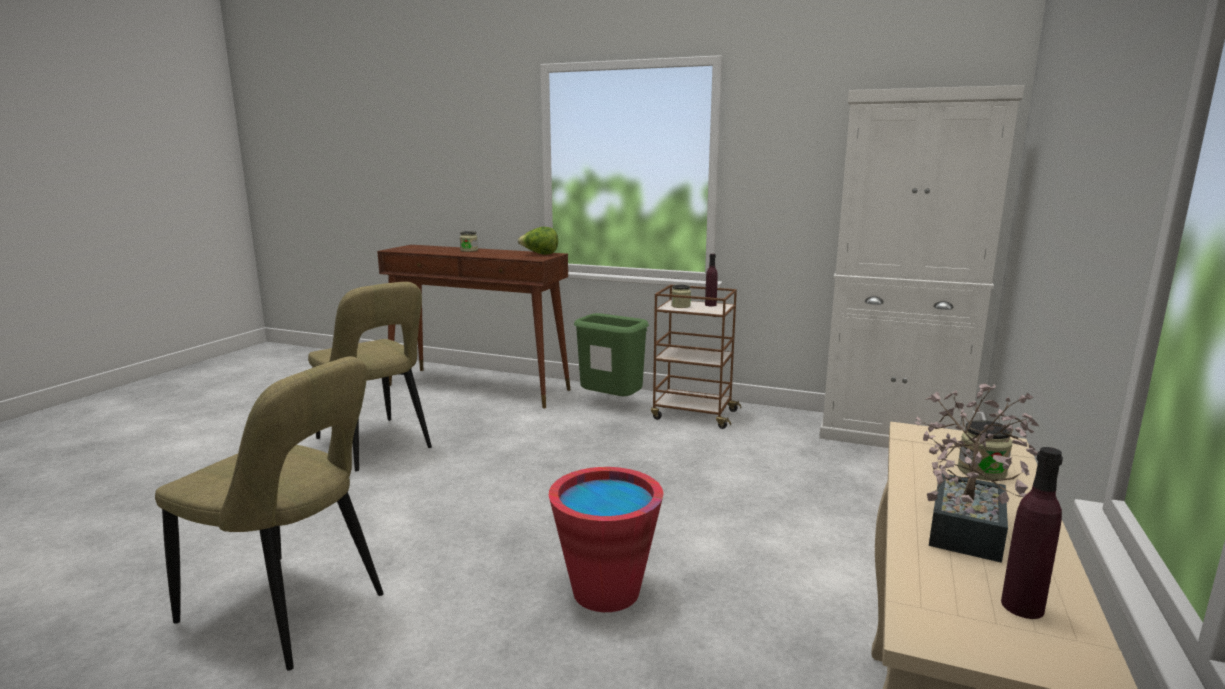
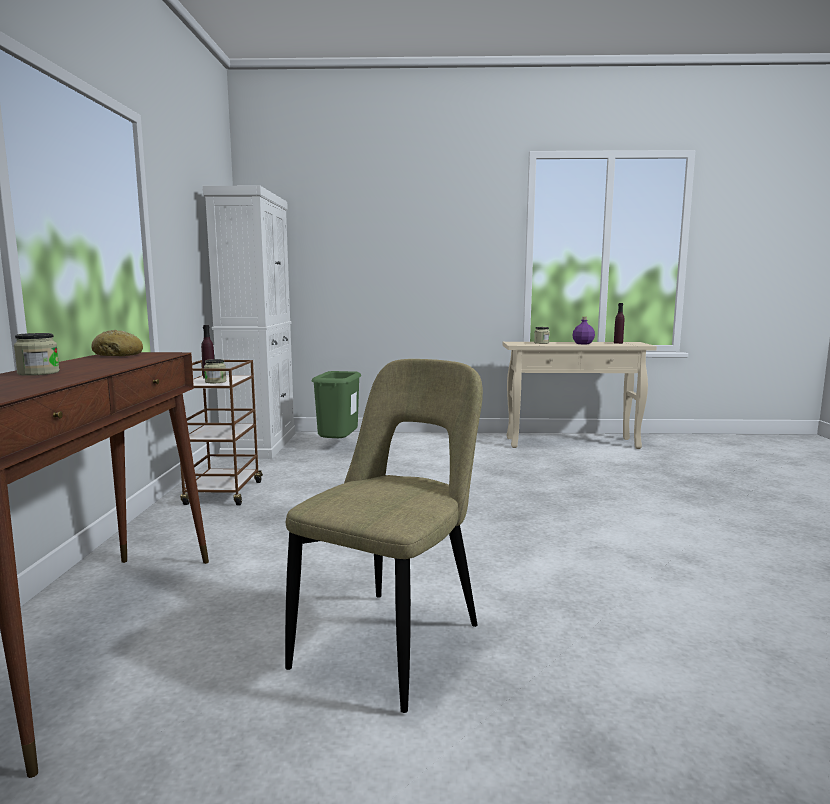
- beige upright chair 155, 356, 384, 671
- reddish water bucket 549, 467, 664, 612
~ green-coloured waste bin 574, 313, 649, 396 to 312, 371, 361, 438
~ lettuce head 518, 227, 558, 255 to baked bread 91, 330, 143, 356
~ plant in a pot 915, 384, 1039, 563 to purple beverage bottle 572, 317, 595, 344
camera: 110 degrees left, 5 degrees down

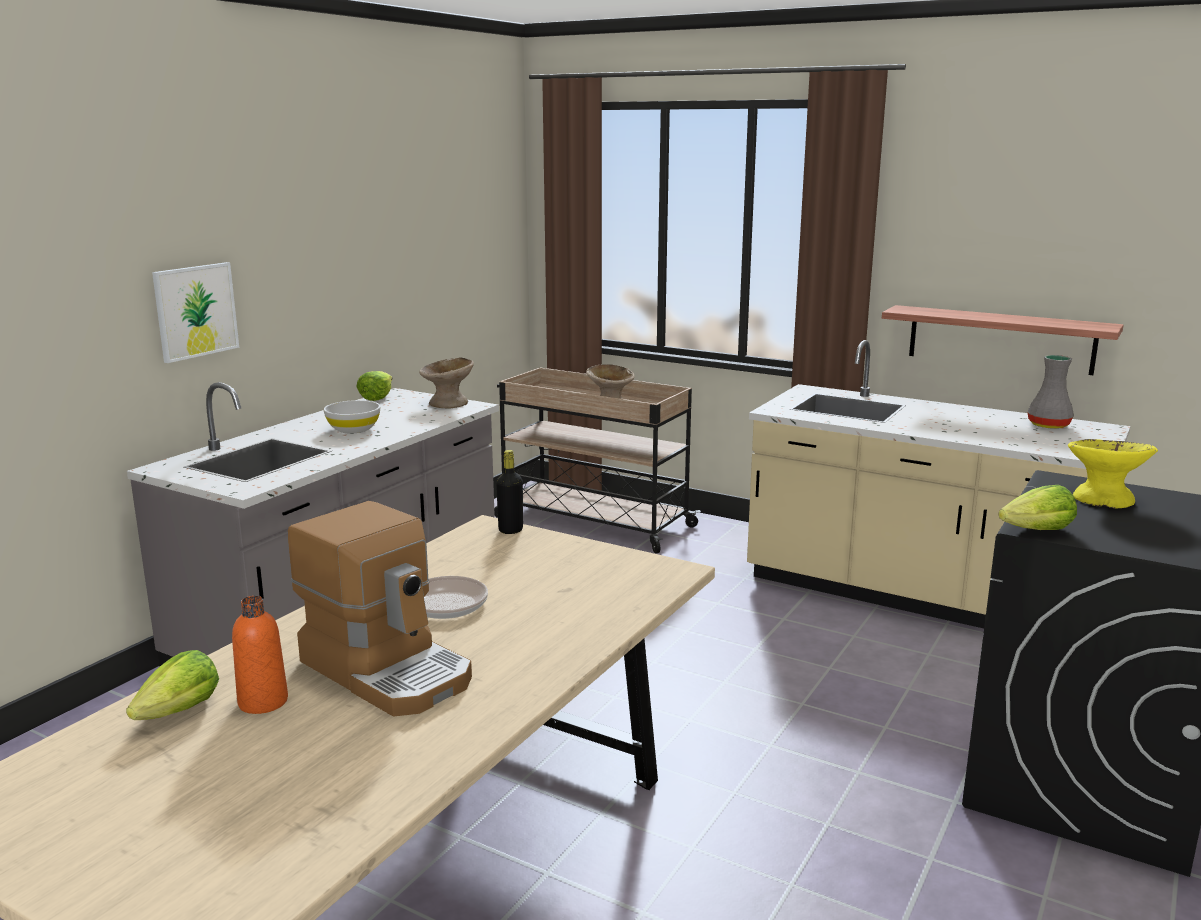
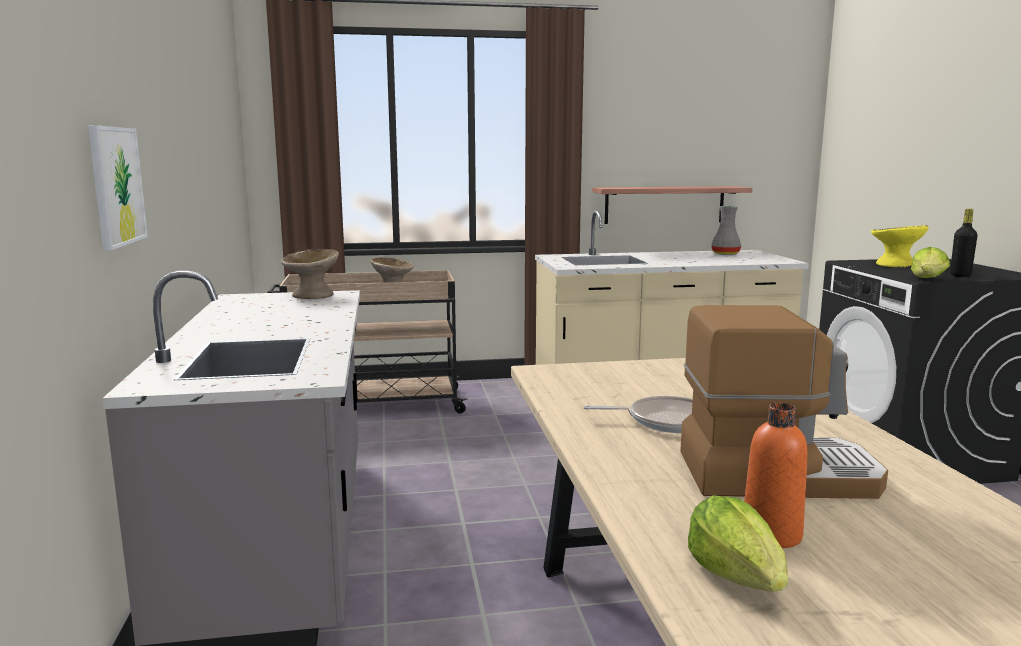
- white deep dish 324, 400, 380, 434
- lettuce head 356, 371, 393, 401
~ black-coloured beverage bottle 496, 450, 523, 534 to 950, 209, 978, 277
camera: 40 degrees left, 5 degrees down

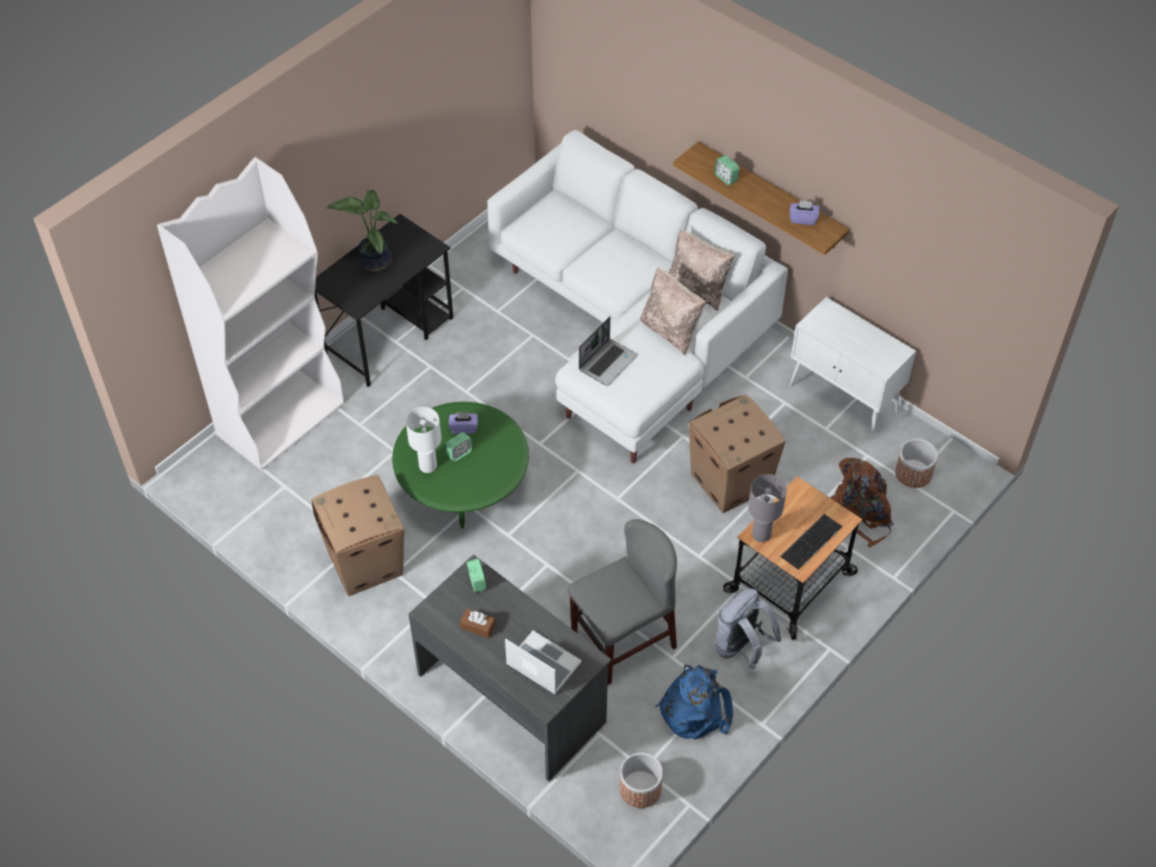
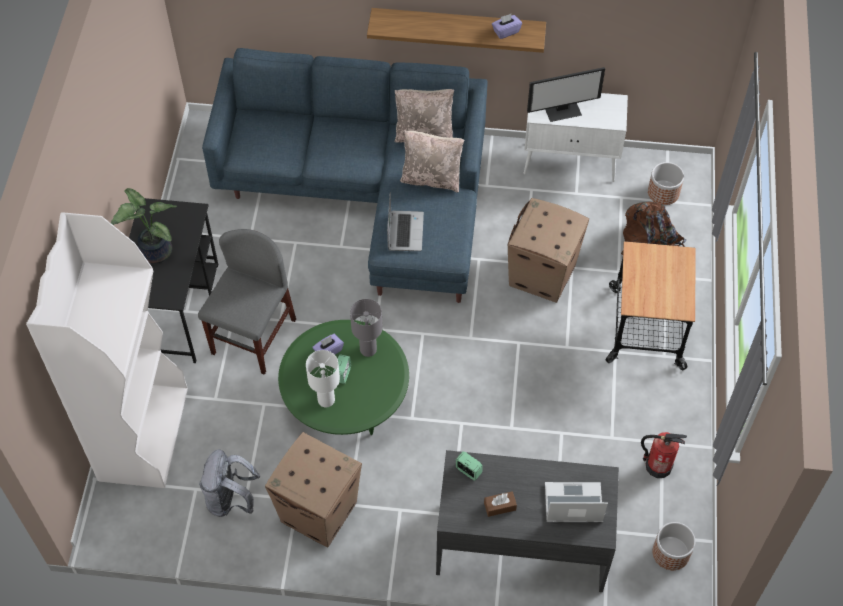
- alarm clock 714, 155, 739, 185
- keyboard 781, 514, 842, 570
+ computer screen 527, 67, 605, 122
~ gray upright chair 567, 519, 677, 685 to 198, 229, 296, 375
~ gray rucksack 715, 589, 781, 669 to 199, 449, 260, 517
~ gray table lamp 748, 474, 787, 542 to 350, 299, 383, 357
~ bluish rucksack 655, 665, 733, 739 to fire extinguisher 641, 432, 687, 478
~ white settee 487, 130, 788, 463 to bluish settee 202, 48, 488, 303
camera: 35 degrees left, 5 degrees up

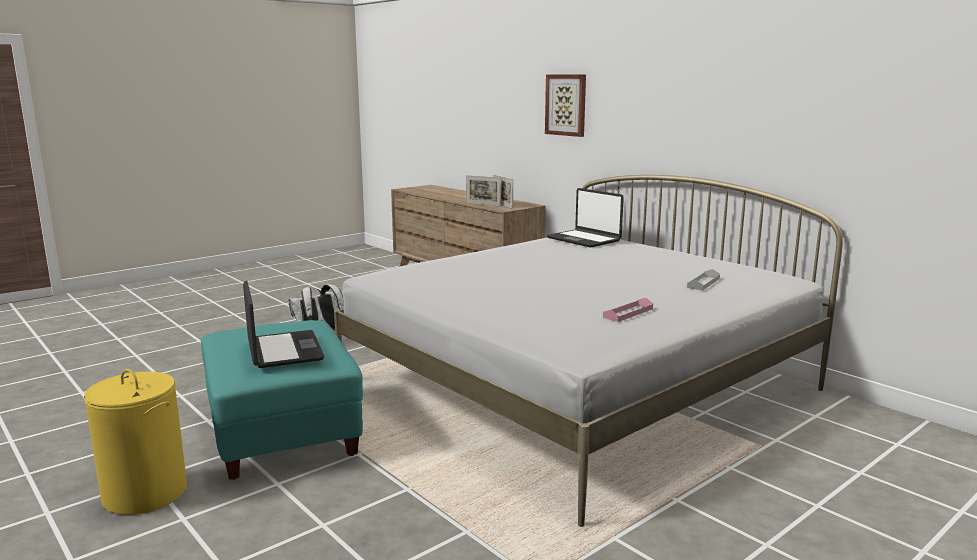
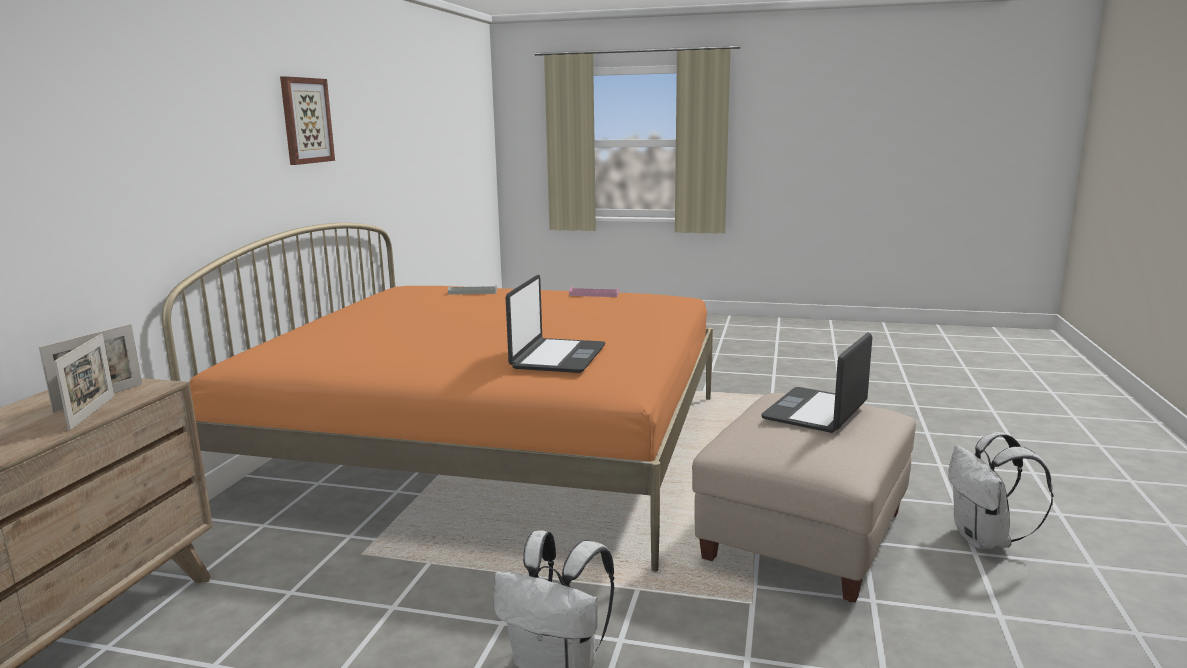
~ wall art 545, 75, 586, 137 to 280, 76, 335, 165
~ laptop 547, 188, 624, 248 to 506, 275, 605, 373
~ yellow-coloured laundry basket 84, 369, 187, 515 to white rucksack 948, 432, 1053, 549
~ turquoise ottoman 201, 320, 363, 480 to beige ottoman 692, 393, 916, 603
~ white sleeping bed 334, 175, 843, 527 to orangey sleeping bed 162, 223, 713, 572
camera: 125 degrees left, 0 degrees up

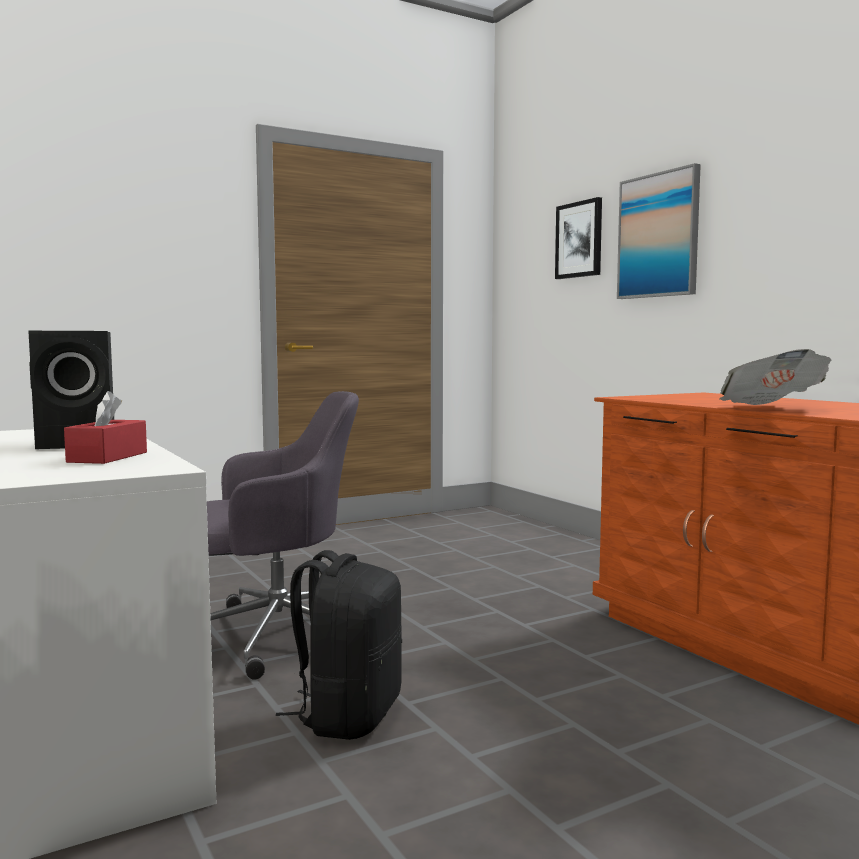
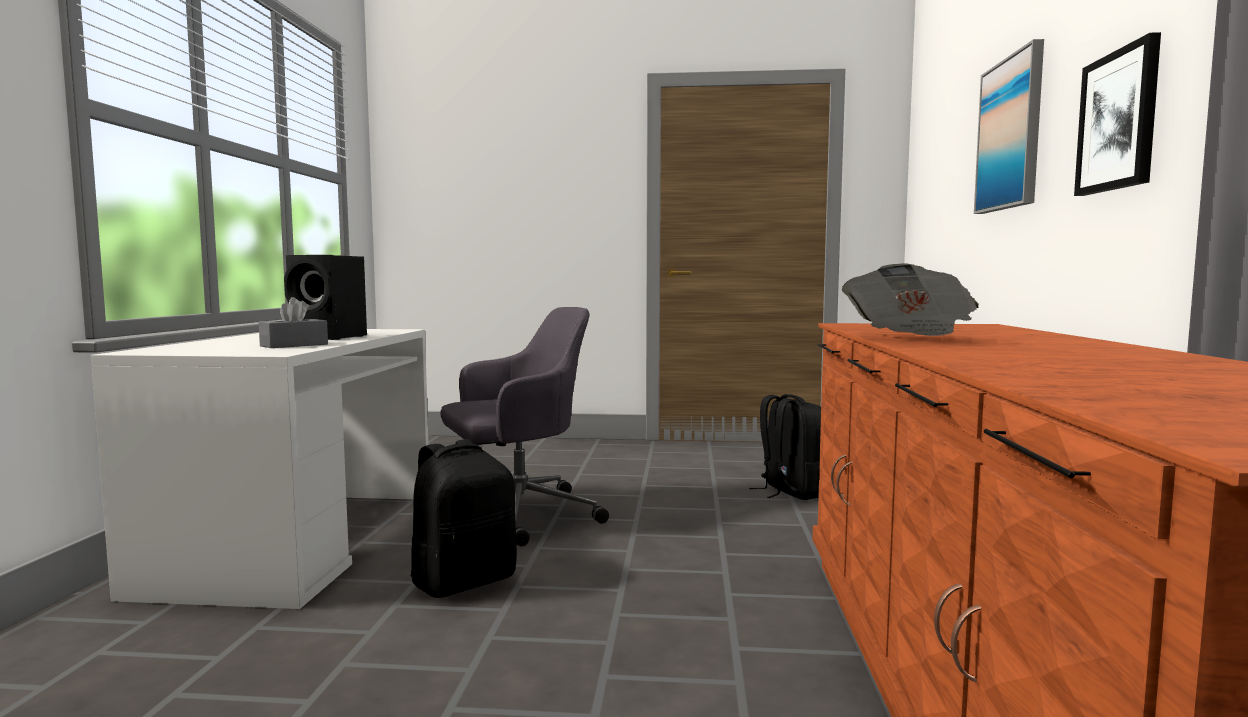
+ black-coloured rucksack 749, 394, 821, 500
~ wall art 555, 197, 602, 279 to 1074, 32, 1161, 196
~ reddish tissue holder 64, 391, 147, 464 to gray tissue holder 259, 297, 328, 348
~ gray desk chair 207, 391, 359, 680 = 440, 307, 609, 546 45 degrees counterclockwise
camera: 35 degrees right, 0 degrees up

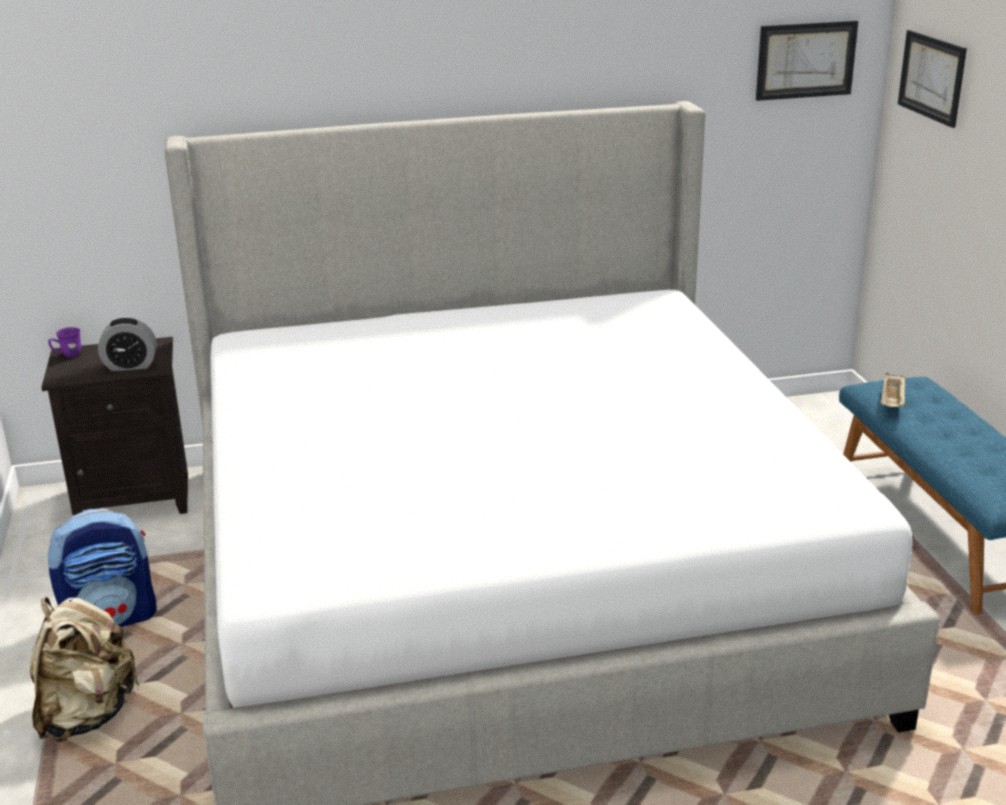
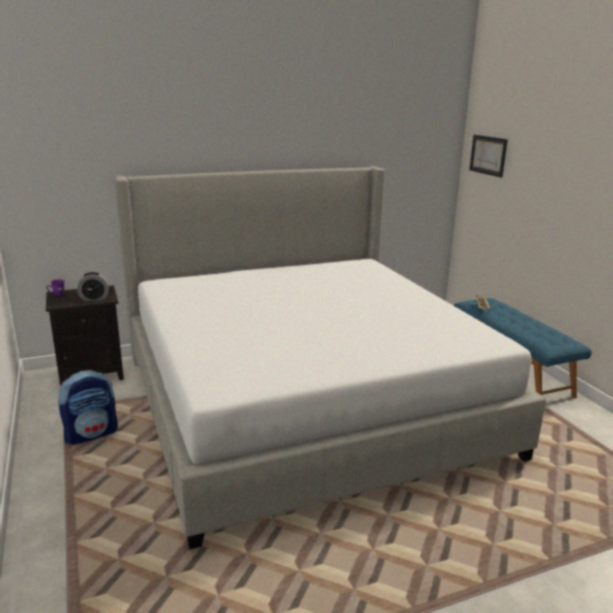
- beige rucksack 30, 597, 140, 742
- wall art 756, 20, 858, 101
camera: 10 degrees left, 5 degrees down

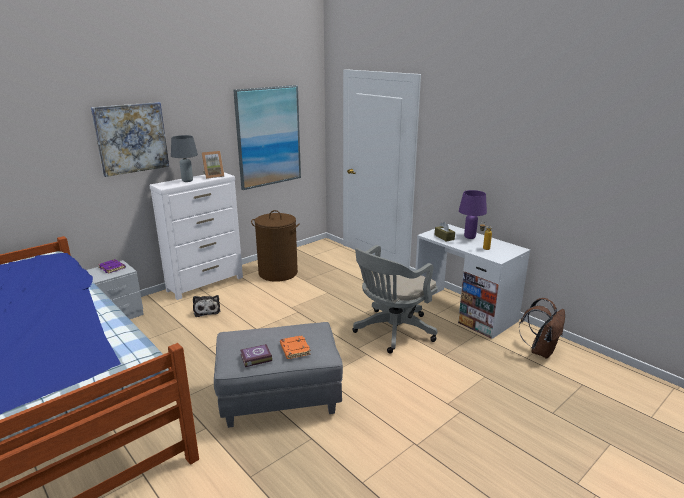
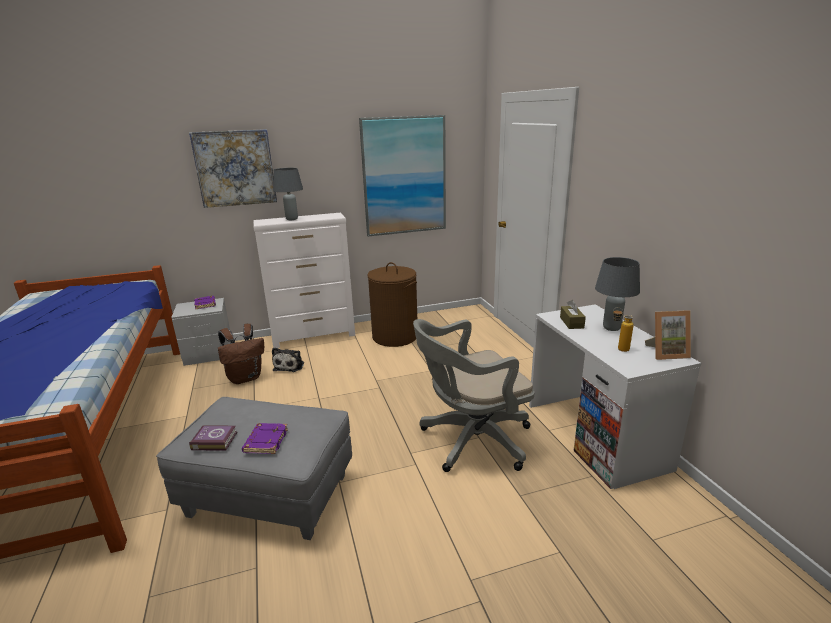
~ standing frame 202, 151, 224, 179 to 645, 310, 691, 360
~ brown rucksack 519, 298, 565, 358 to 218, 324, 264, 384
~ orangey bound book 280, 335, 311, 359 to purple bound book 242, 423, 288, 454
~ purple table lamp 459, 190, 487, 239 to gray table lamp 595, 257, 640, 331
camera: 25 degrees right, 0 degrees up

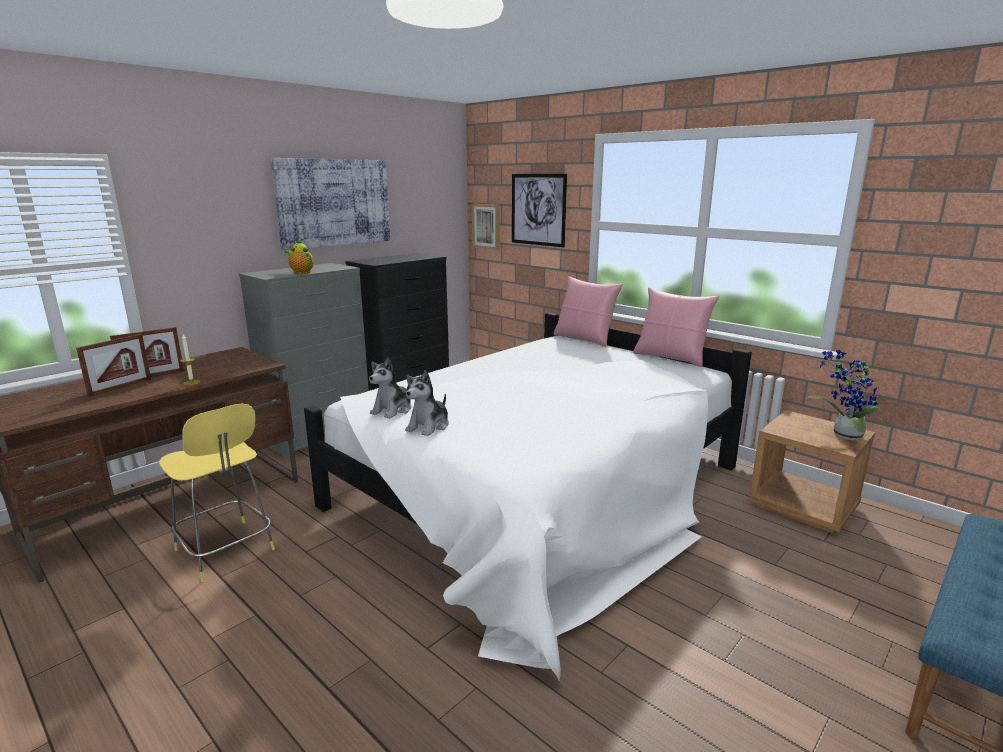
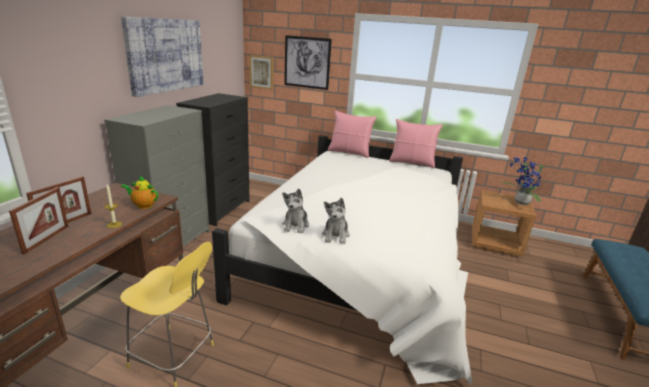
~ teapot 284, 238, 314, 274 to 121, 175, 158, 209
camera: 25 degrees left, 5 degrees up

